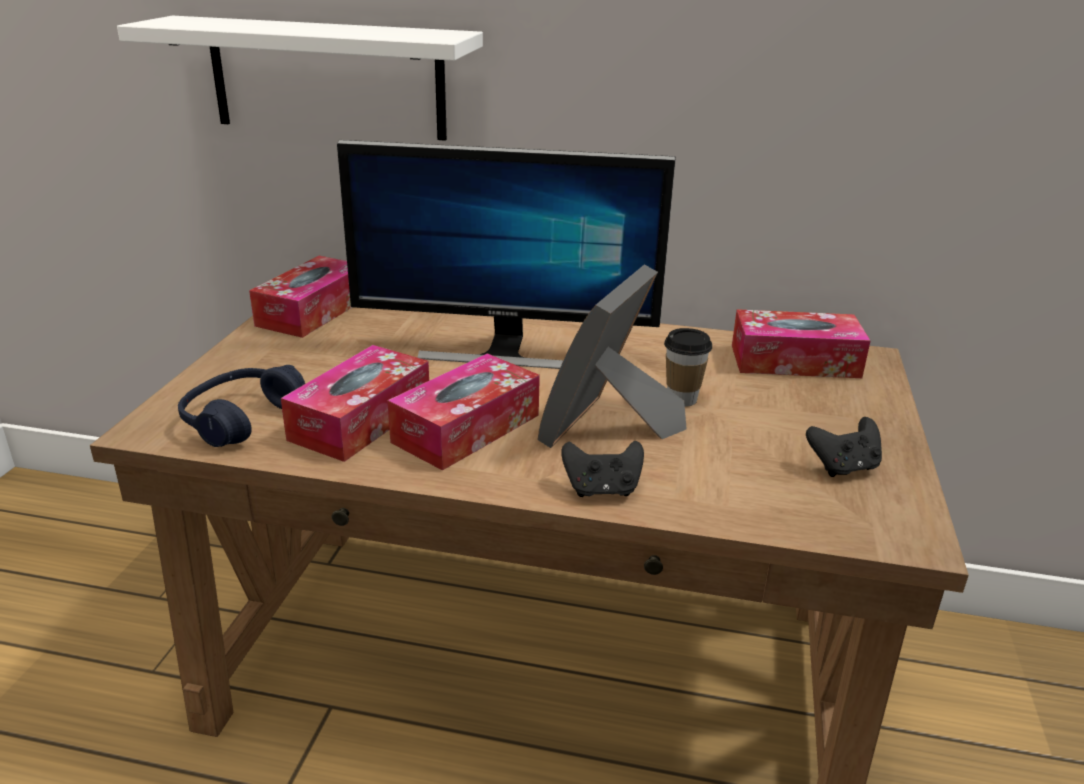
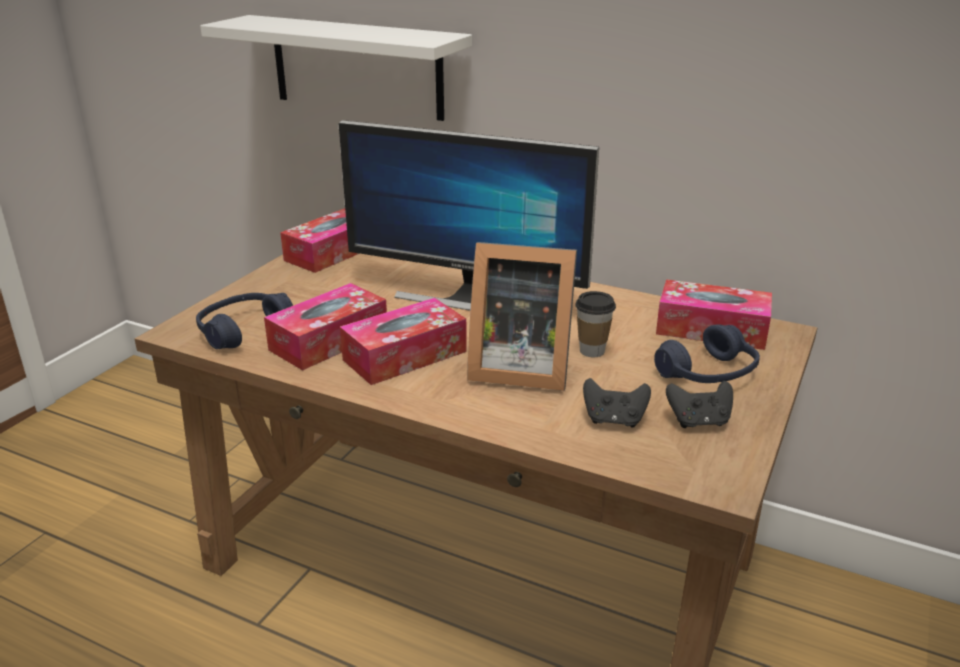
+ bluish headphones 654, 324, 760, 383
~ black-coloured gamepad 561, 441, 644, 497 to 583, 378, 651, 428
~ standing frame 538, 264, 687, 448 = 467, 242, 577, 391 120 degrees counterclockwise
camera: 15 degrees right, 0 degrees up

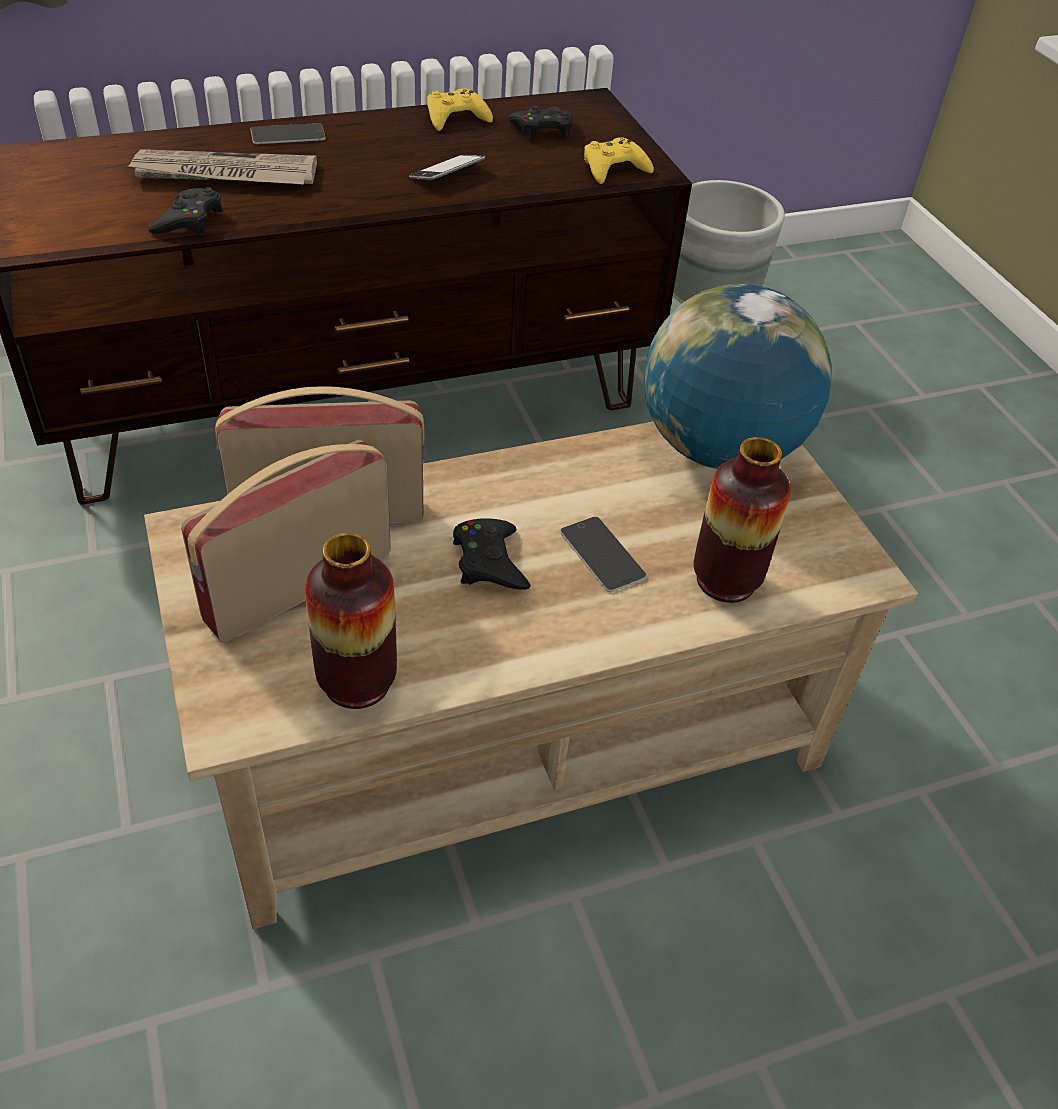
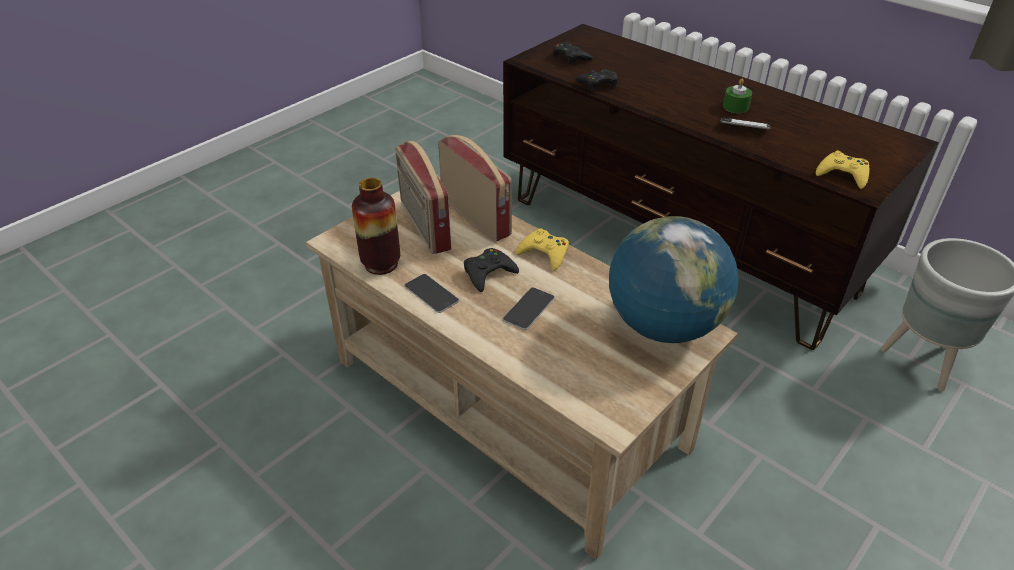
- printed paper 127, 149, 317, 185
- vase 693, 437, 791, 603
+ green-coloured wax candle 723, 79, 752, 113
~ handset 251, 123, 326, 144 to 404, 274, 459, 313
~ yellow-coloured gamepad 427, 89, 493, 131 to 515, 229, 569, 271
~ black-coloured gamepad 508, 105, 572, 139 to 553, 42, 593, 64
~ radio set 181, 440, 391, 642 = 395, 141, 451, 254 135 degrees counterclockwise
camera: 65 degrees right, 5 degrees down

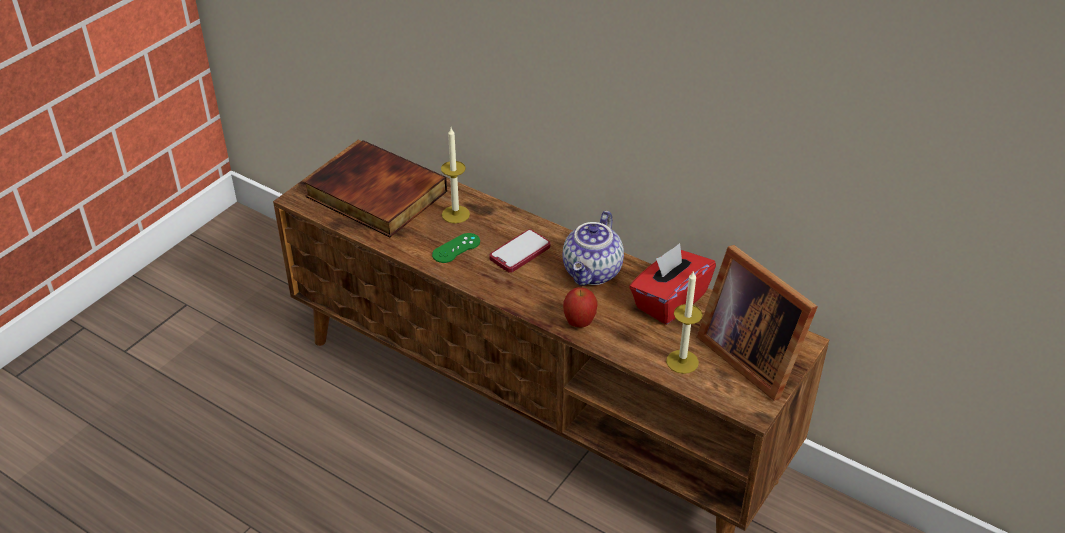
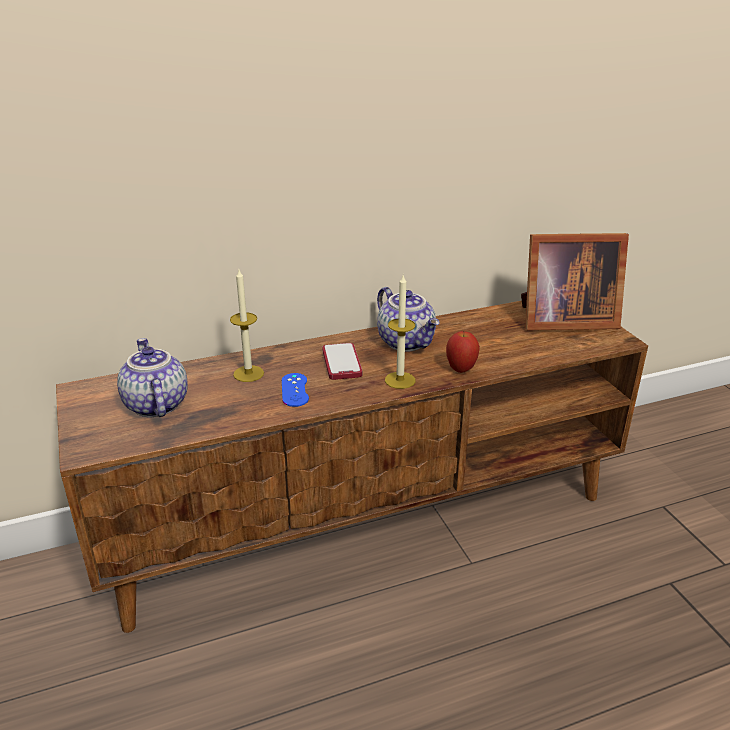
- reddish tissue holder 629, 243, 716, 325
~ wax candle 666, 270, 703, 374 to 385, 275, 415, 389
~ bound book 304, 140, 447, 237 to teapot 117, 338, 188, 417
~ green-coloured gamepad 432, 233, 480, 263 to bluish gamepad 282, 373, 309, 407
camera: 55 degrees left, 10 degrees down

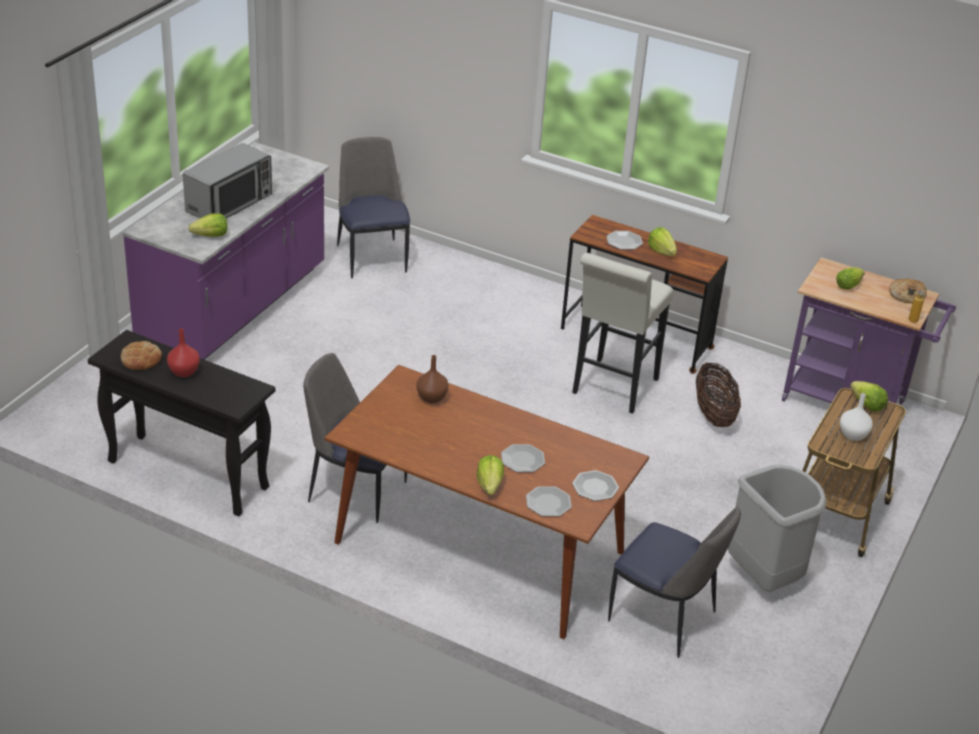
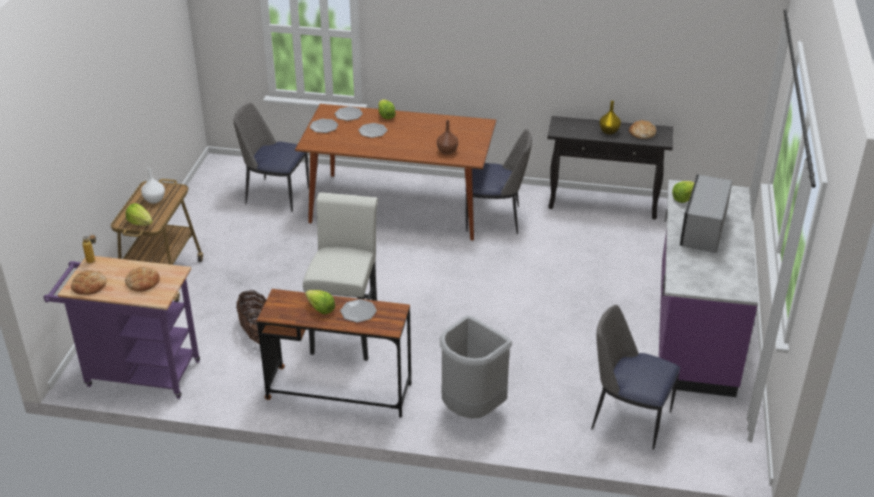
~ gray waste bin 728, 465, 827, 592 to 440, 315, 512, 419
~ lettuce head 836, 267, 865, 290 to baked bread 125, 267, 160, 292
~ reddish vase 167, 329, 200, 377 to yellow-coloured vase 599, 101, 621, 135
~ upright chair 337, 137, 410, 278 = 591, 305, 680, 450 150 degrees clockwise
camera: 165 degrees right, 0 degrees up

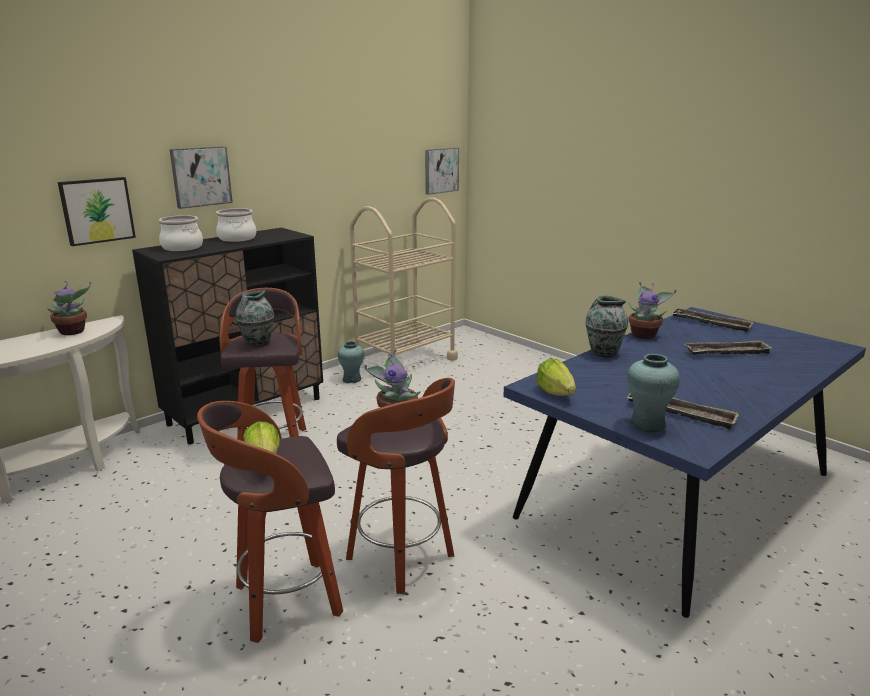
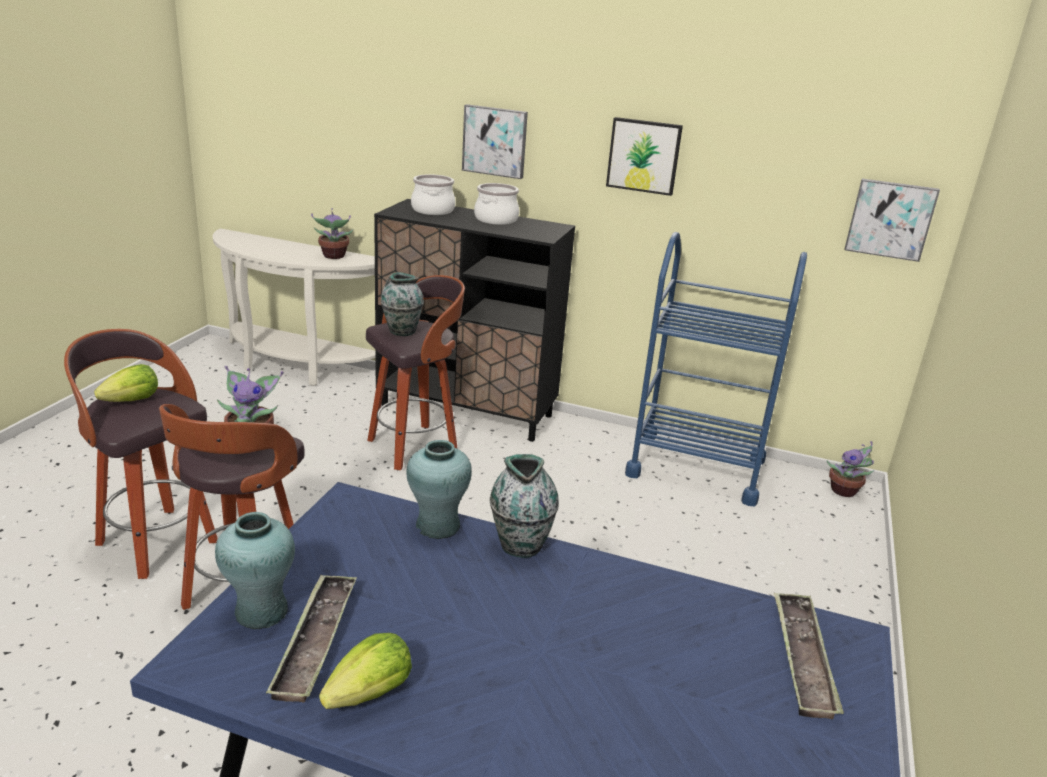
- tray 685, 340, 773, 355
~ wall art 58, 177, 136, 246 to 606, 117, 683, 196
~ turquoise vase 338, 341, 364, 383 to 406, 440, 472, 539
~ lettuce head 536, 359, 576, 396 to 319, 633, 412, 709
~ plant in a pot 628, 282, 676, 339 to 827, 441, 874, 497
~ beige cart 350, 197, 458, 364 to bluish cart 625, 232, 807, 506
camera: 60 degrees right, 5 degrees up

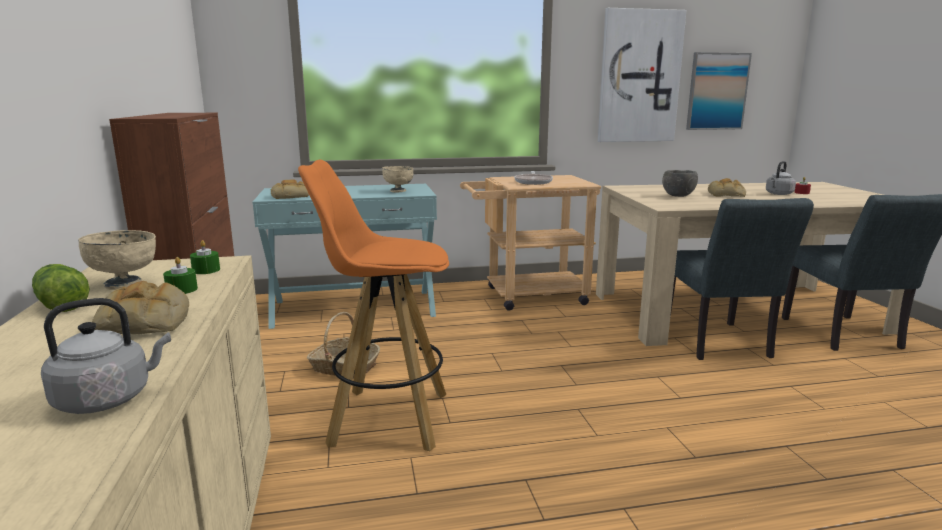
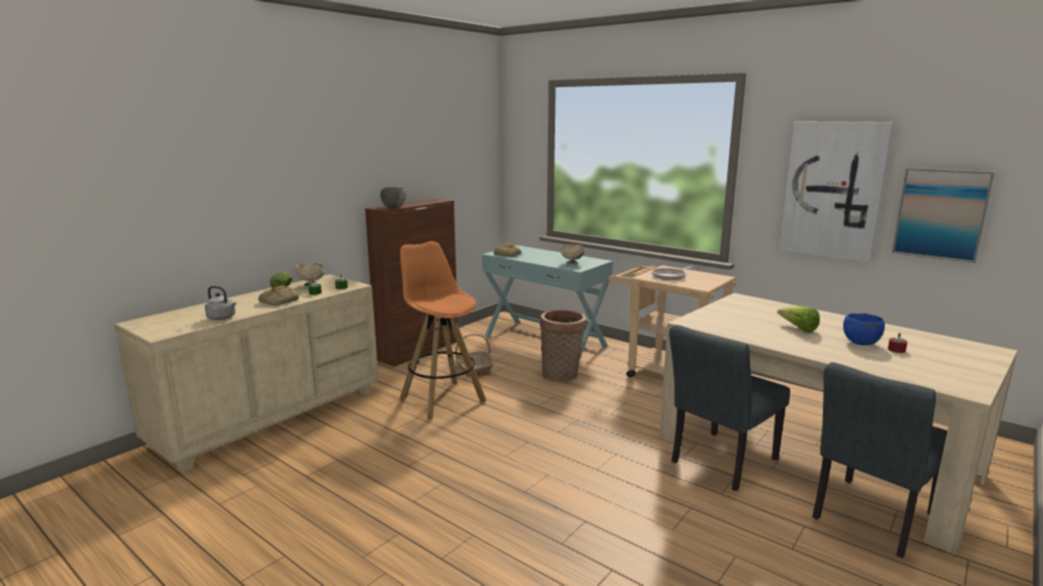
+ basket 540, 309, 586, 382
~ gray deep dish 662, 170, 698, 197 to 380, 187, 406, 208
~ baked bread 708, 178, 746, 197 to lettuce head 777, 306, 820, 332
~ gray kettle 766, 161, 796, 195 to bluish deep dish 843, 313, 885, 345
camera: 50 degrees right, 0 degrees up

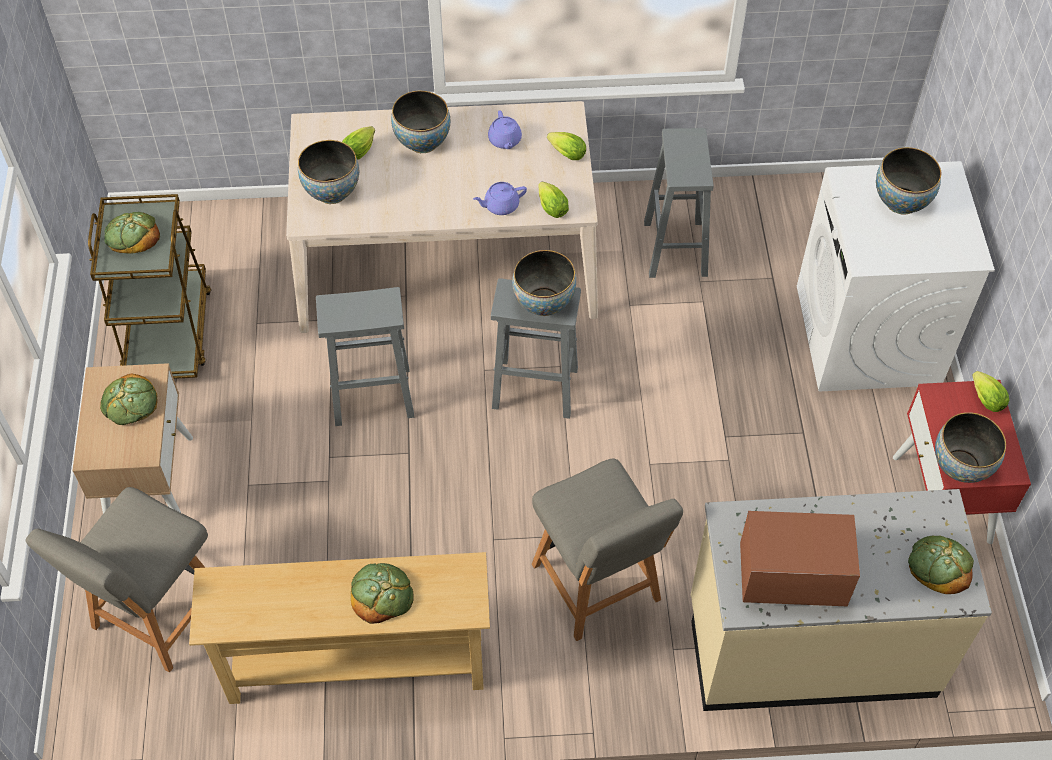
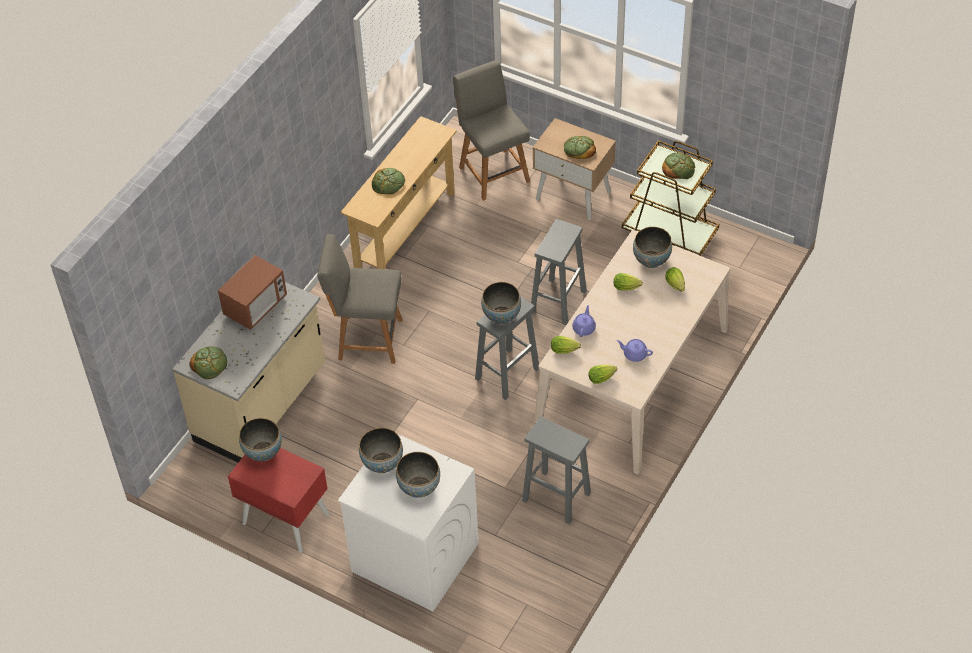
~ deep dish 391, 91, 450, 153 to 359, 428, 403, 473
~ lettuce head 972, 371, 1009, 412 to 614, 273, 643, 291
camera: 125 degrees right, 5 degrees down

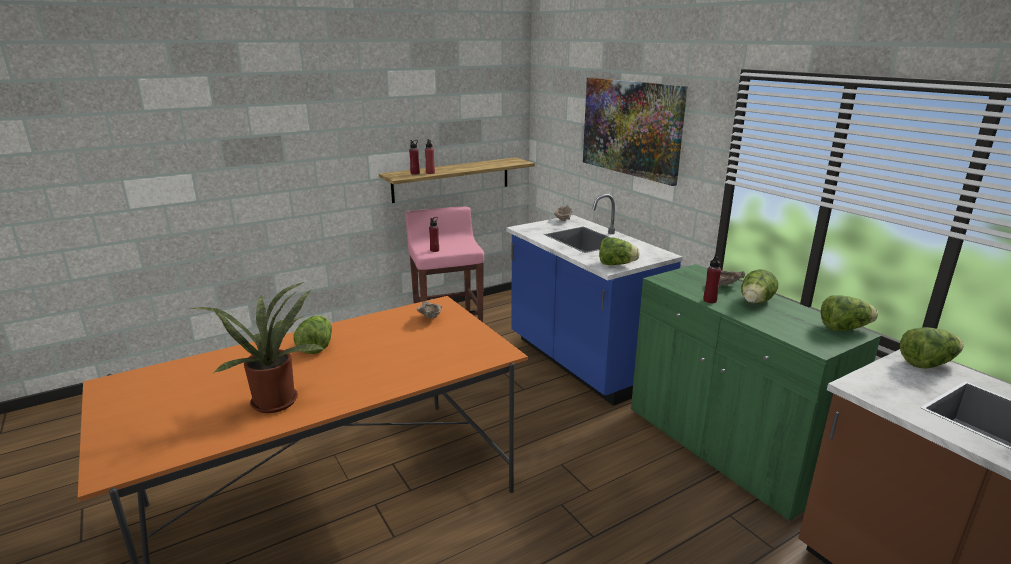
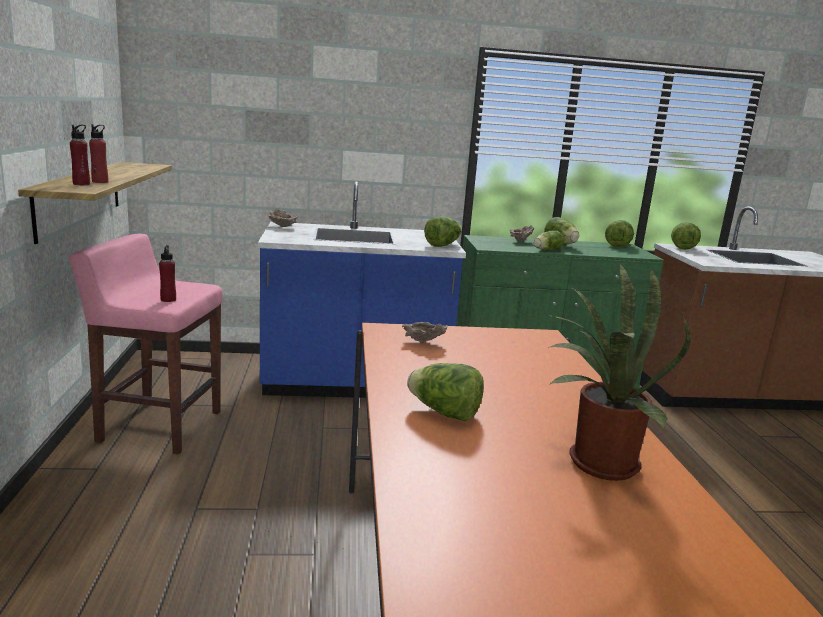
- wall art 583, 77, 688, 186
~ reddish beverage bottle 703, 254, 721, 303 to lettuce head 534, 231, 564, 251
camera: 65 degrees left, 5 degrees down

